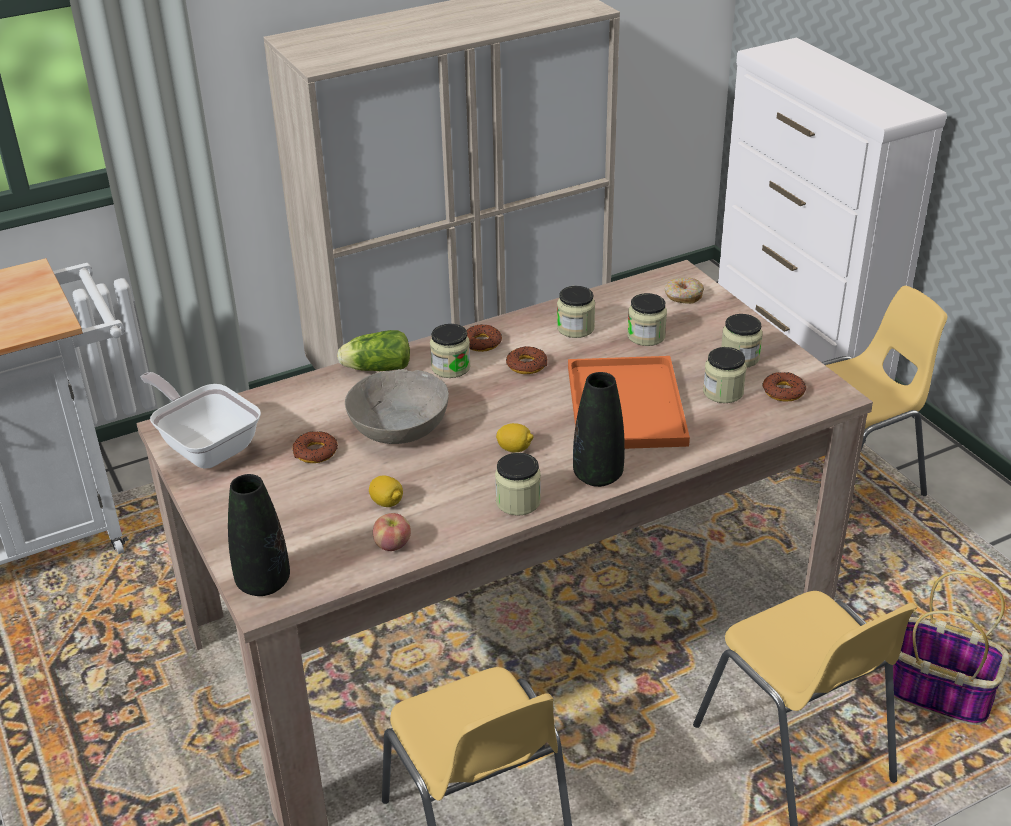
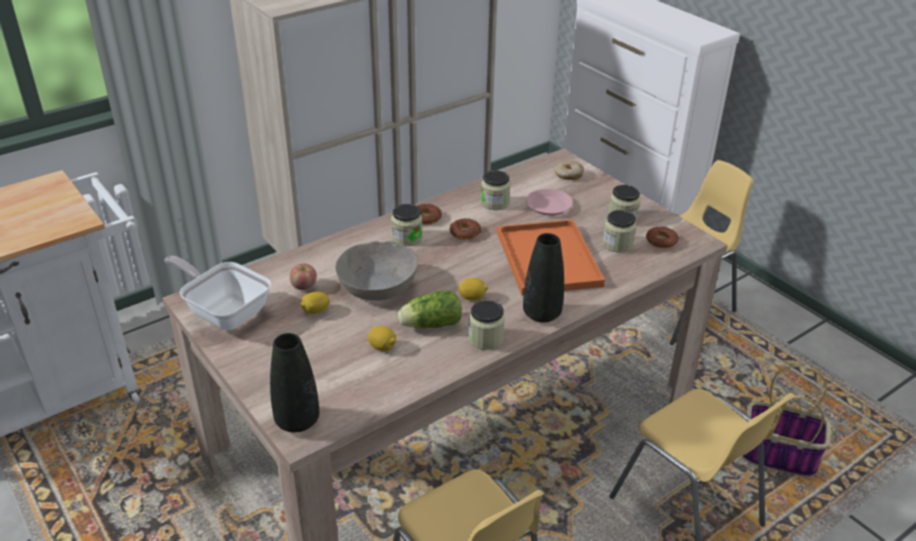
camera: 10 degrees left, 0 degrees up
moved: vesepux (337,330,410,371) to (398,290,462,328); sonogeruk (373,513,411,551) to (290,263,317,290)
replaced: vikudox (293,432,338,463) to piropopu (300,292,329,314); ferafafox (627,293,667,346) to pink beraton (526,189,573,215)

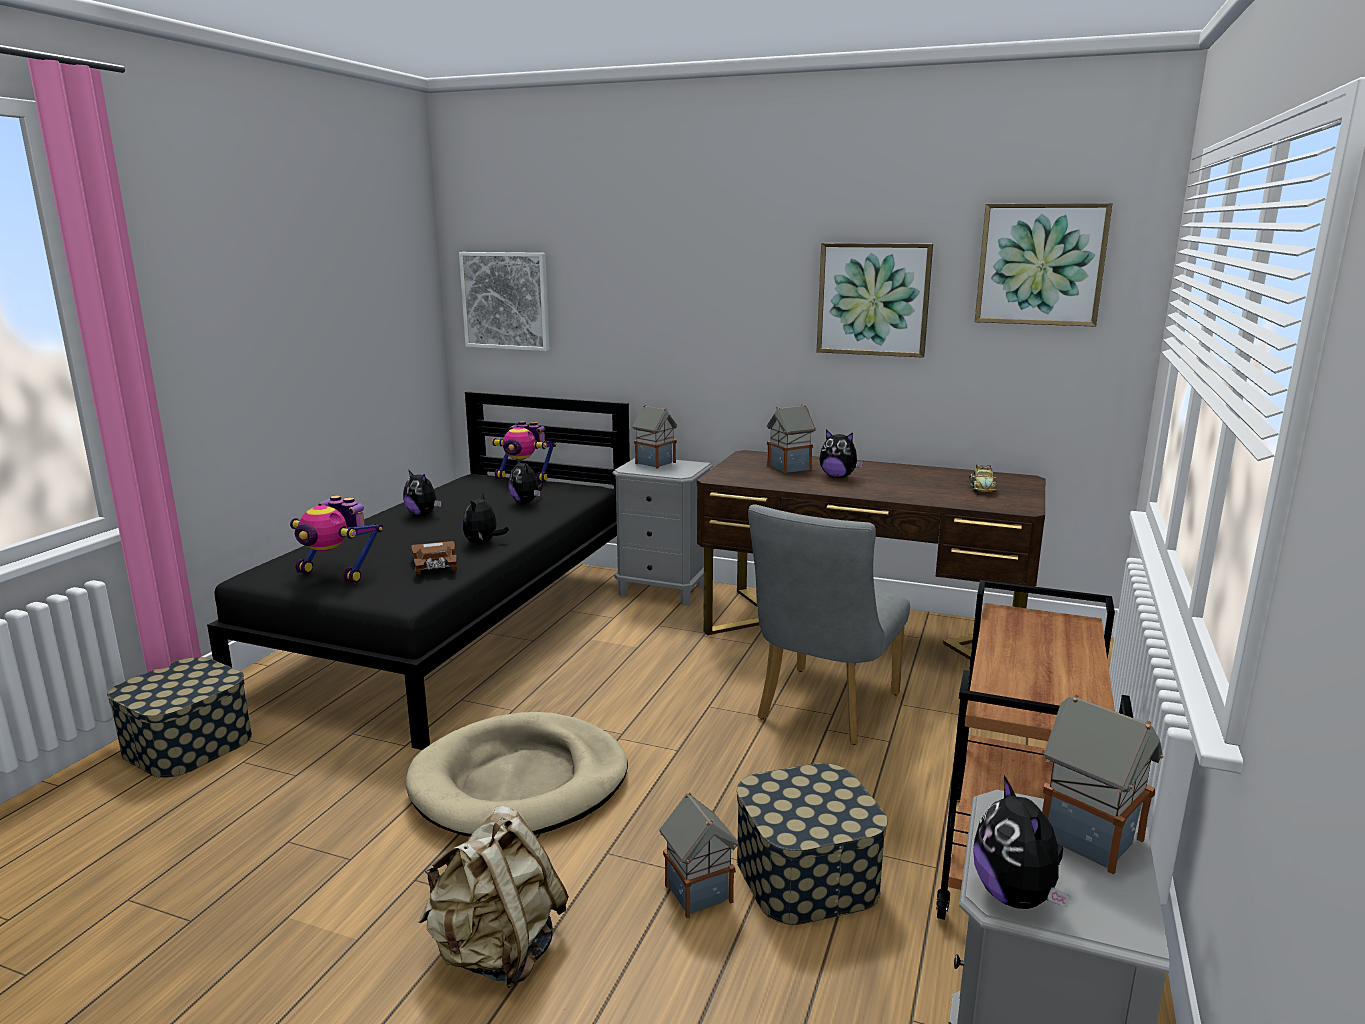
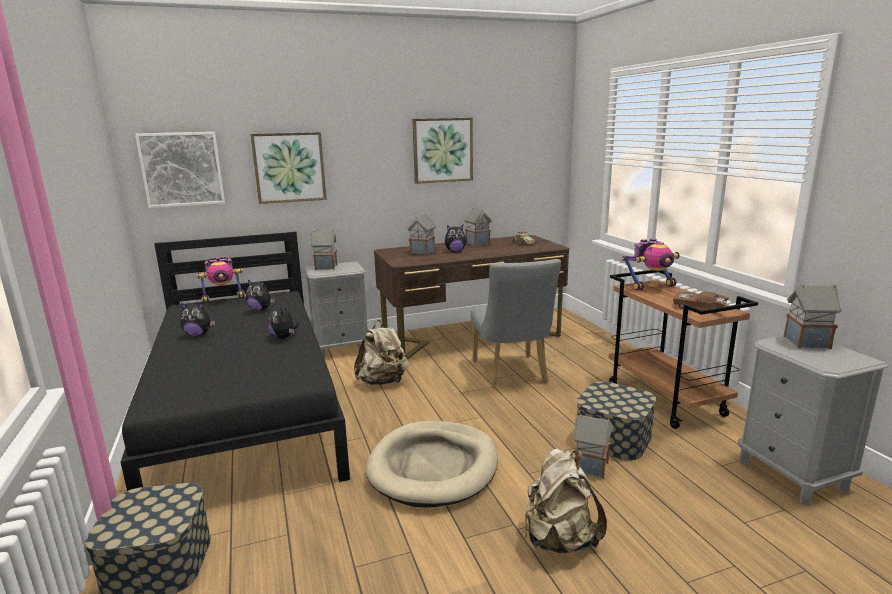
camera: 40 degrees left, 0 degrees up
removed: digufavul (973,775,1070,909)
added: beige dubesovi (354,320,409,385); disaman (464,207,492,246)
moved: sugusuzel (290,495,383,583) to (622,238,680,291); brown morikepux (412,541,457,575) to (673,291,729,313); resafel (975,203,1113,327) to (250,132,327,204)

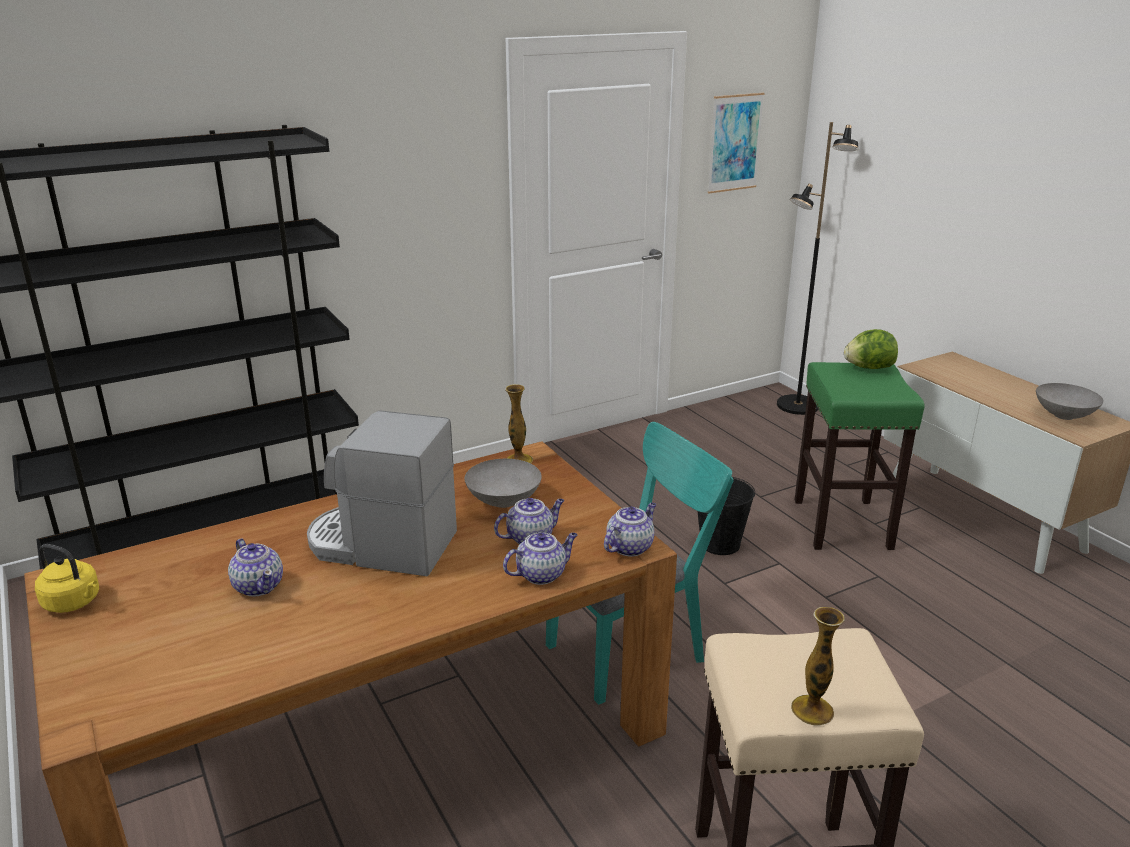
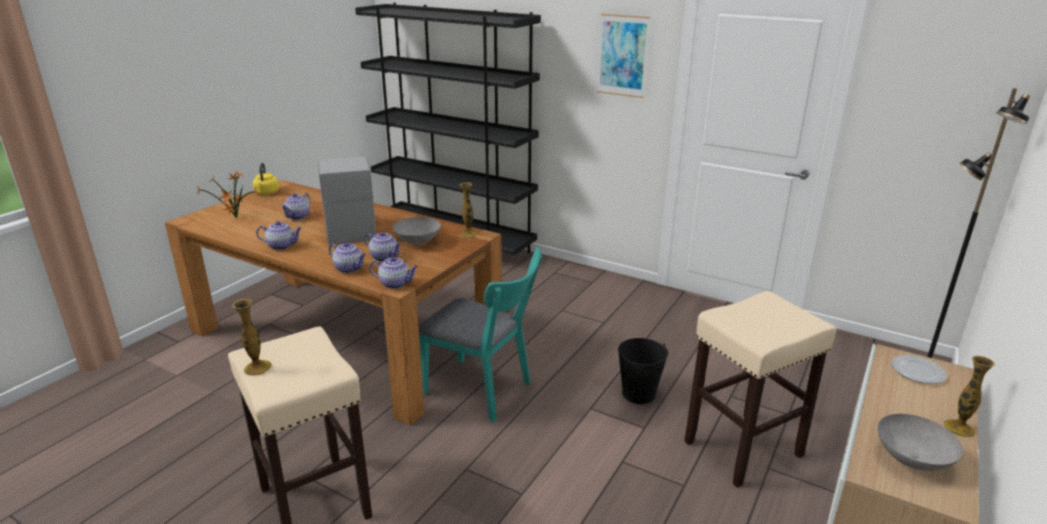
camera: 60 degrees right, 0 degrees up
removed: vesepux (844,329,898,369)
added: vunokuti (196,172,259,218); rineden (256,221,302,250); beraton (891,355,947,384); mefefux (944,356,995,438)
moved: resafel (708,93,765,193) to (597,14,650,98)
recoloured: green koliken (795,362,925,550) to beige koliken (684,291,836,488)

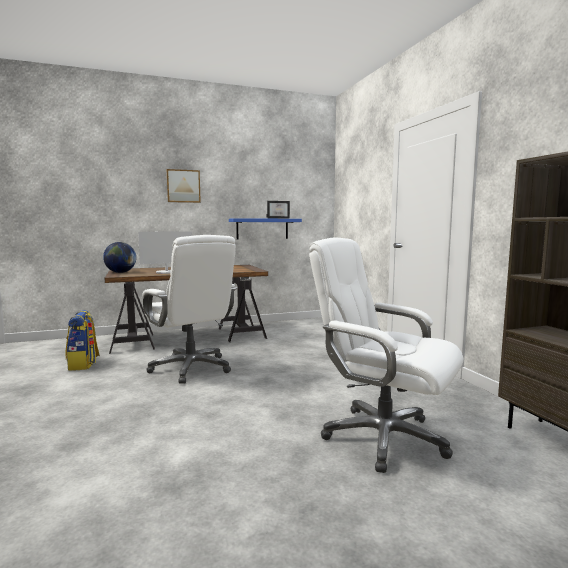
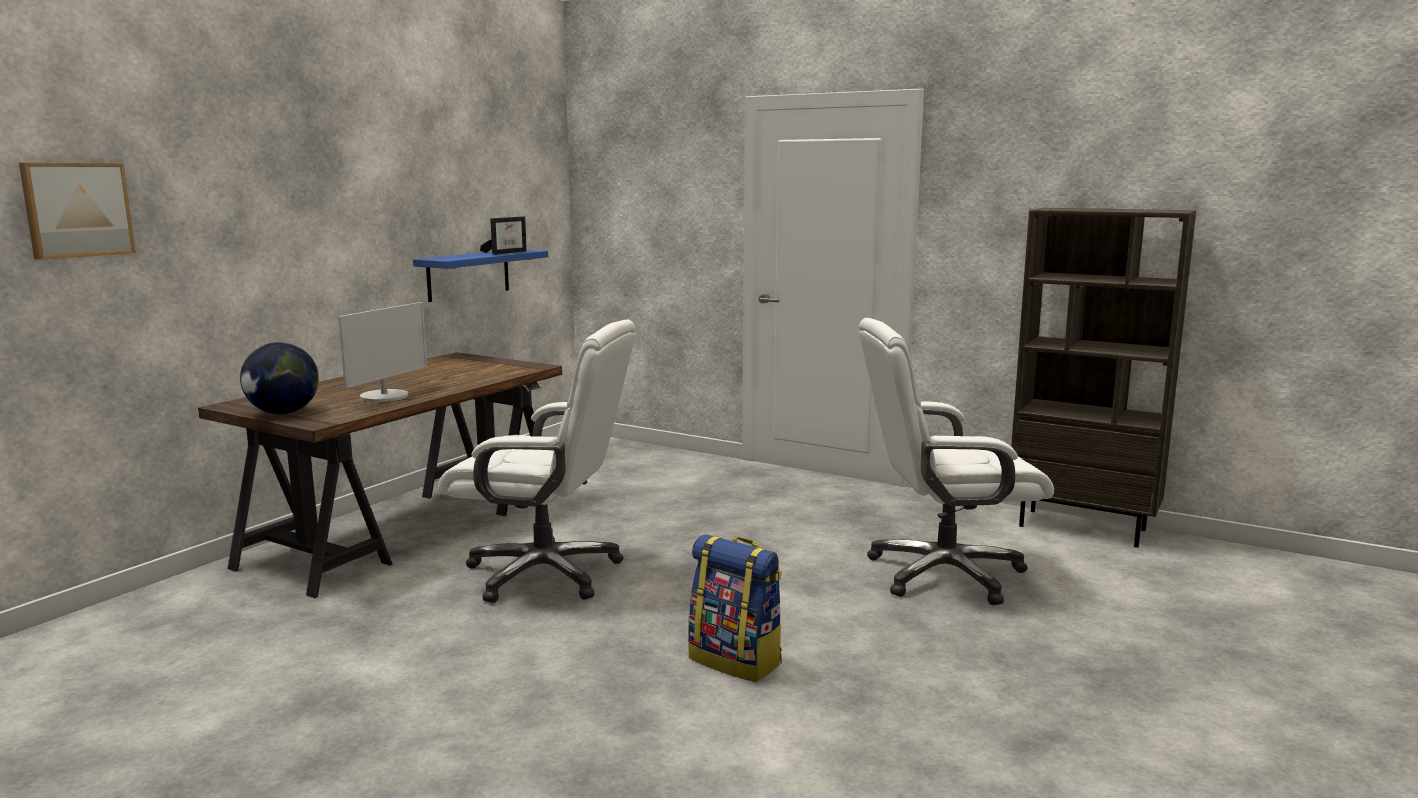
camera: 40 degrees left, 5 degrees up
moved: dubesovi (66,310,100,371) to (688,534,782,682); resafel (167,169,201,203) to (19,163,136,260)

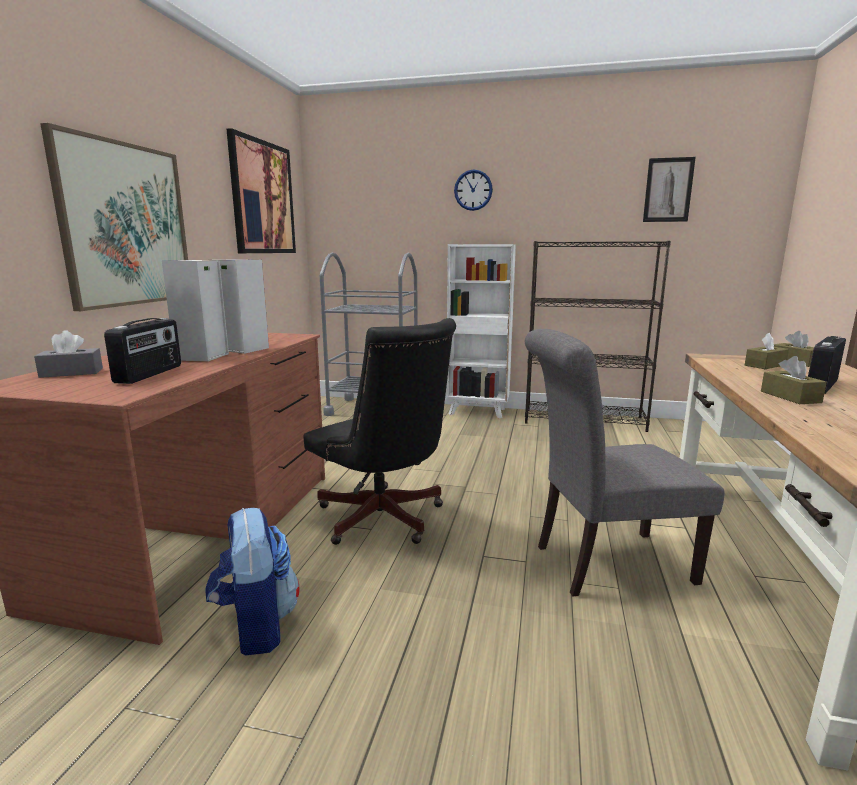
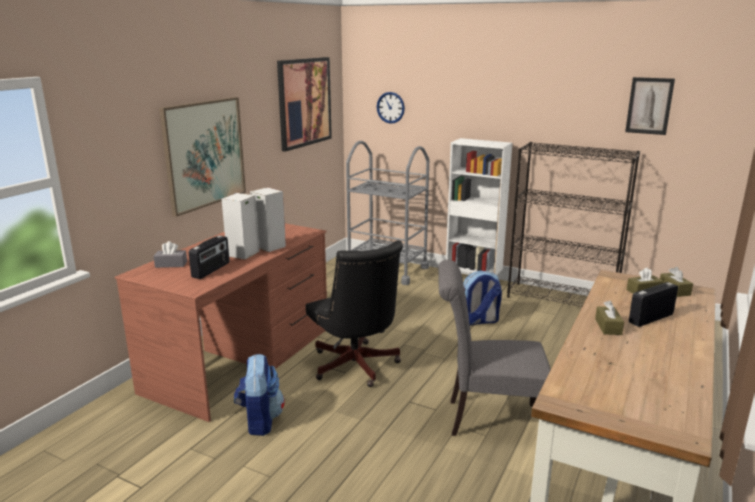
camera: 15 degrees right, 5 degrees up
added: dubesovi (463,271,502,326)
moved: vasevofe (454,169,493,211) to (377,92,405,124)

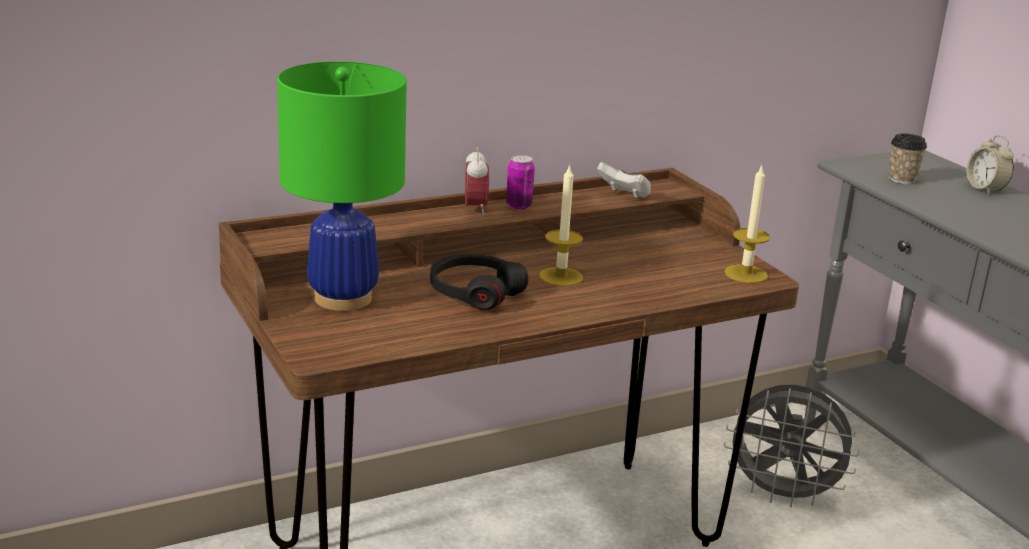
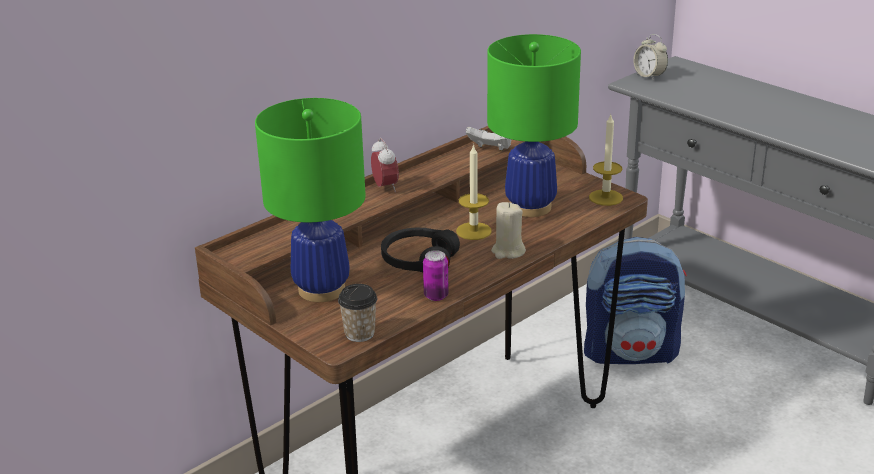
camera: 15 degrees left, 5 degrees up
added: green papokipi (487,34,581,217); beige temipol (491,202,526,259)
moved: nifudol (506,155,535,210) to (423,250,449,301); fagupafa (889,133,927,184) to (338,284,377,342); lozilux (967,135,1014,195) to (633,34,668,80)
replaced: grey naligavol (724,384,860,507) to dubesovi (584,237,687,364)

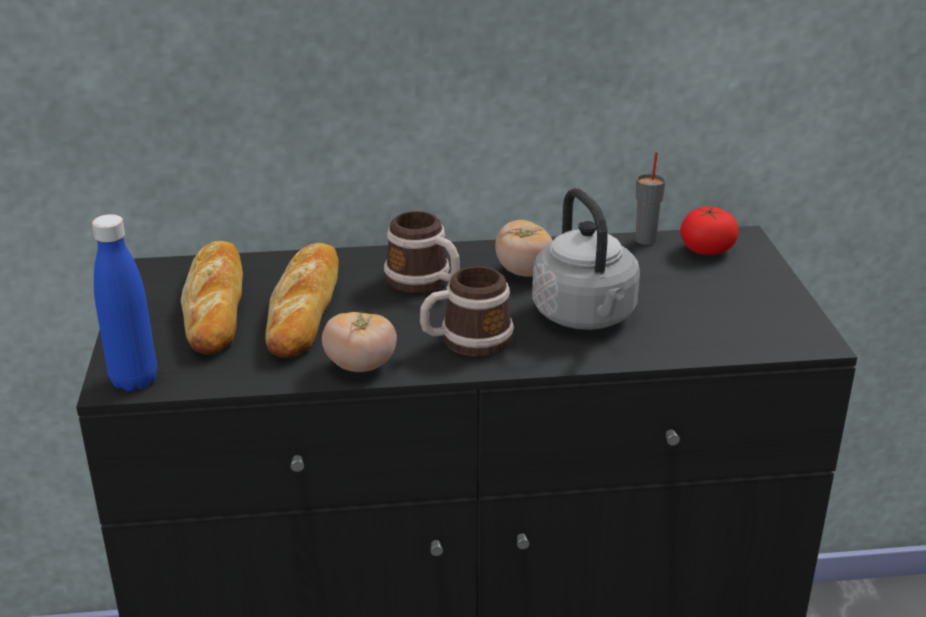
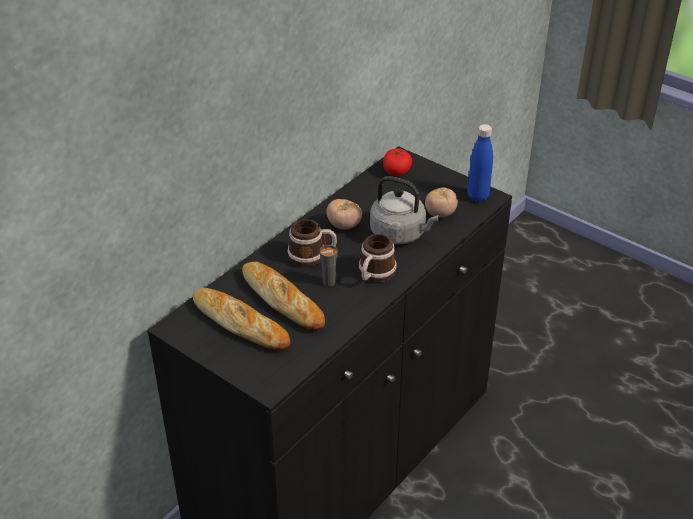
camera: 45 degrees left, 10 degrees up
moved: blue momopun (92,214,157,391) to (468,124,493,202); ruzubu (322,311,397,372) to (425,187,458,218); grey fagupafa (635,152,666,245) to (320,233,338,287)

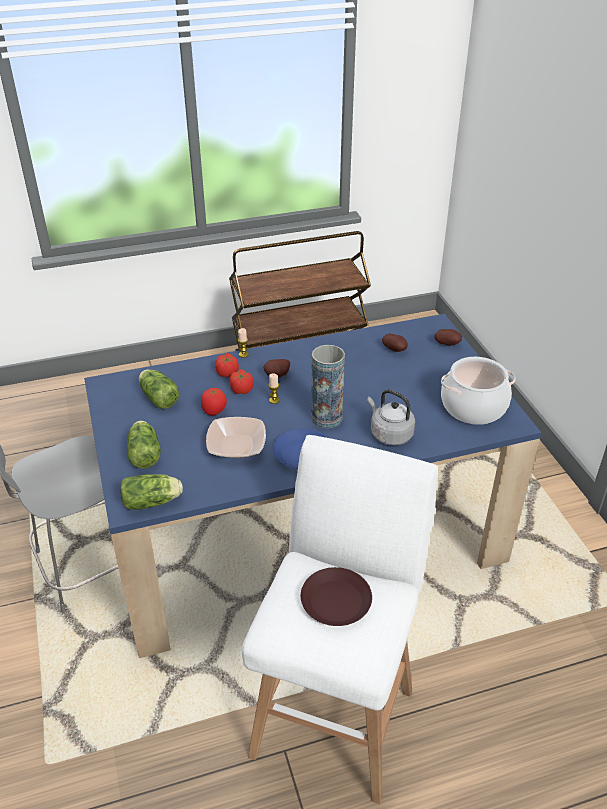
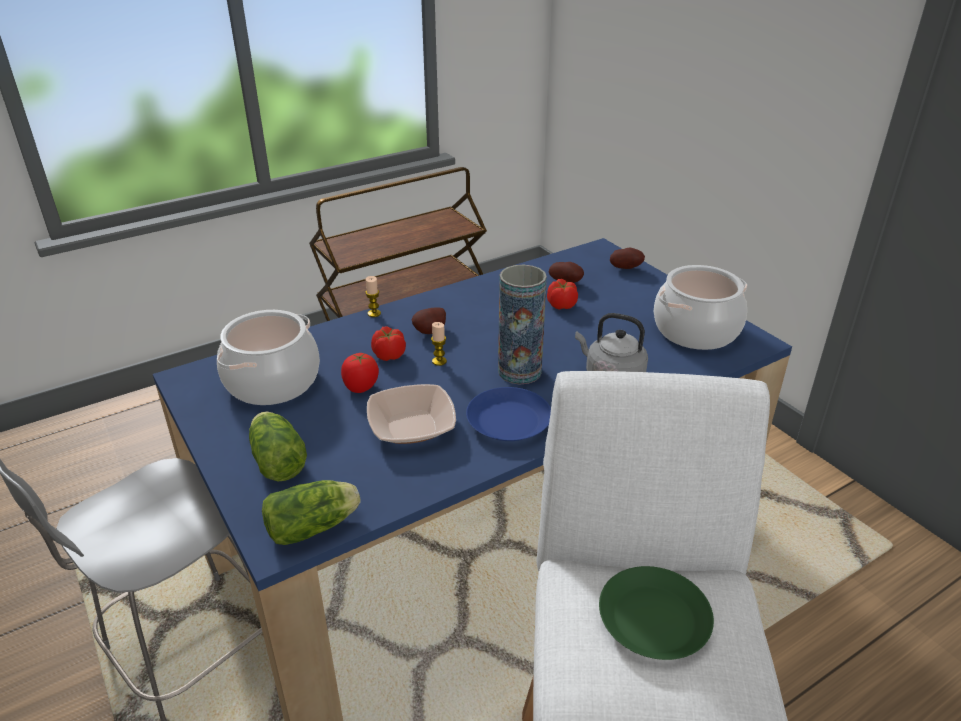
camera: 15 degrees left, 5 degrees down
moved: ruzubu (216,353,239,377) to (547,279,578,310)
replaced: vesepux (139,369,179,409) to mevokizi (217,310,320,405)
recoloured: brown beraton (301,567,372,626) to green beraton (599,566,714,660)

